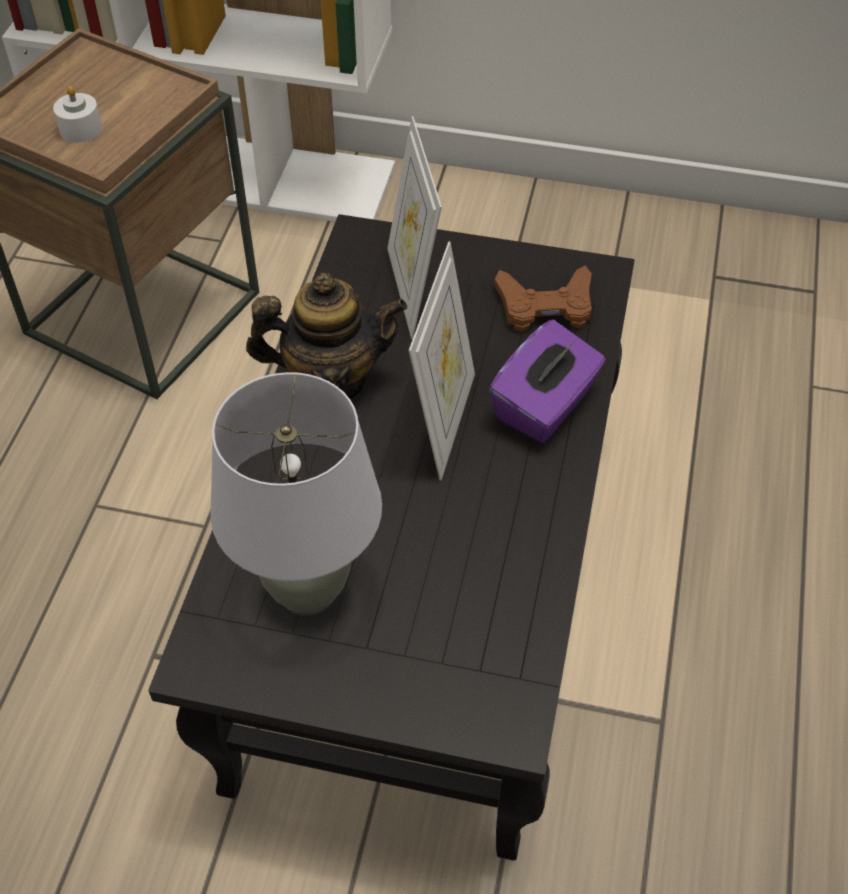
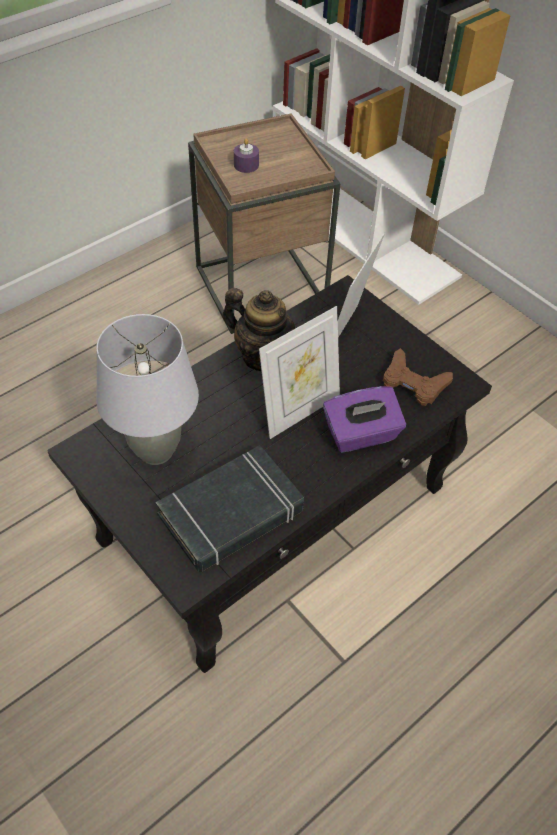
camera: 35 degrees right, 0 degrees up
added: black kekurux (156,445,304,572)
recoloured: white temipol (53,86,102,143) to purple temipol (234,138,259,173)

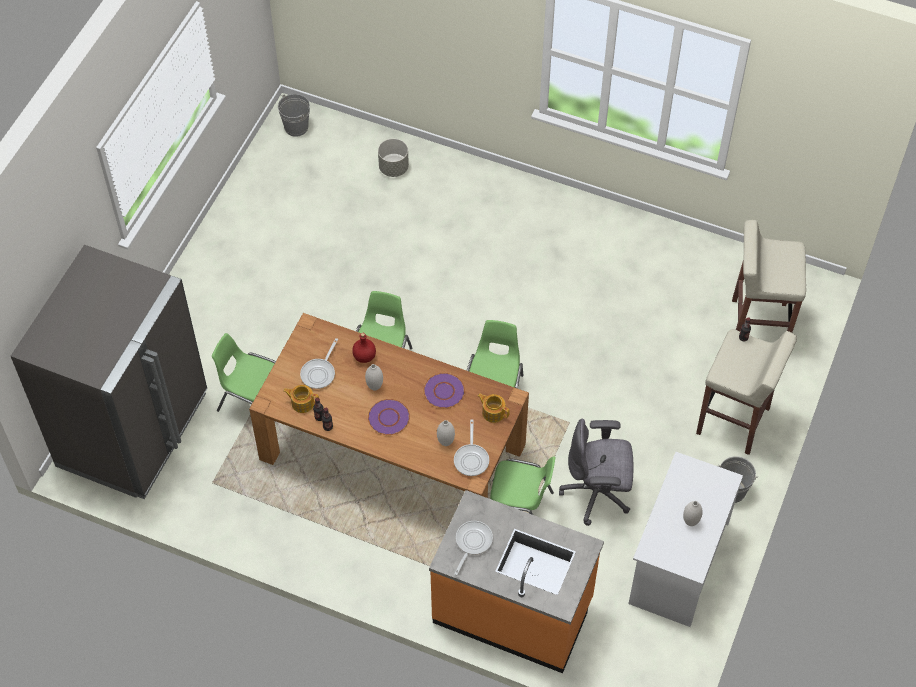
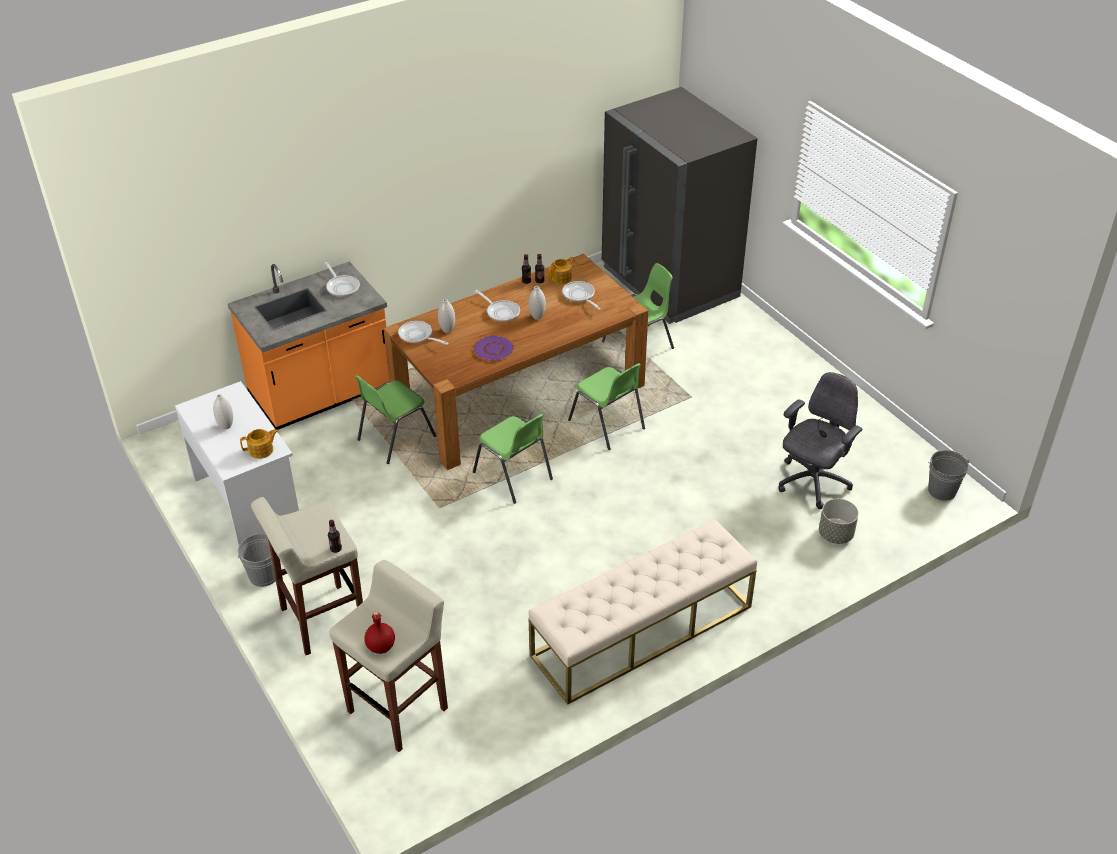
camera: 125 degrees right, 15 degrees down
added: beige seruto (528,519,757,704)
moved: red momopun (352,333,376,363) to (364,611,395,654); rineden (477,394,510,423) to (240,429,278,459); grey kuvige (559,419,633,526) to (778,372,862,509)
replaced: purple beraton (368,399,410,435) to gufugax (475,290,520,322)

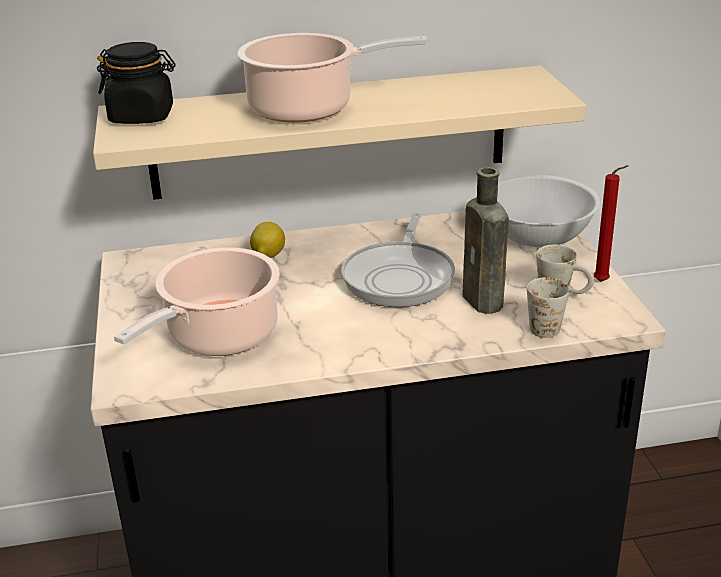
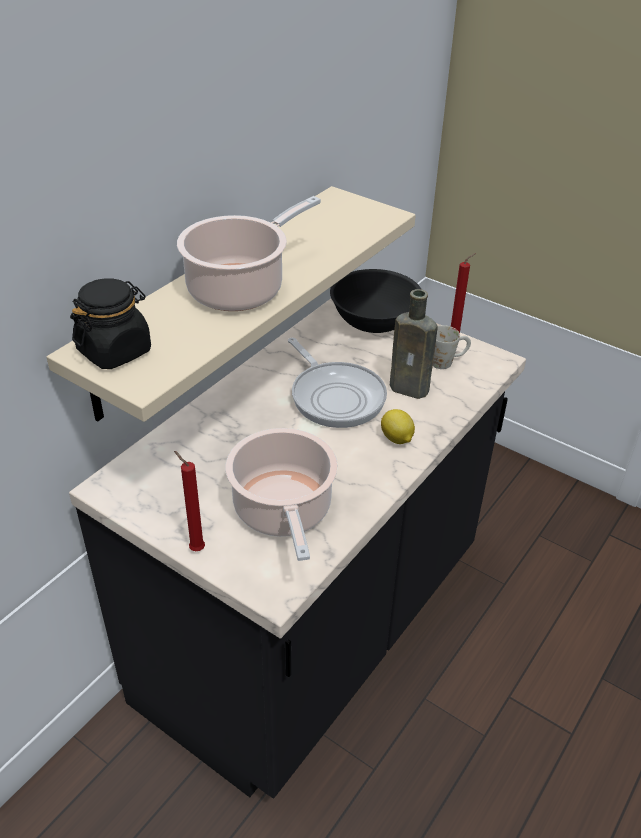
camera: 45 degrees left, 10 degrees up
removed: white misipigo (527,277,570,338)
added: red temipol (174,451,205,551)
moved: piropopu (250,222,285,258) to (381,409,415,444)
recoloured: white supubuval (497,175,600,247) to black supubuval (330,269,422,333)

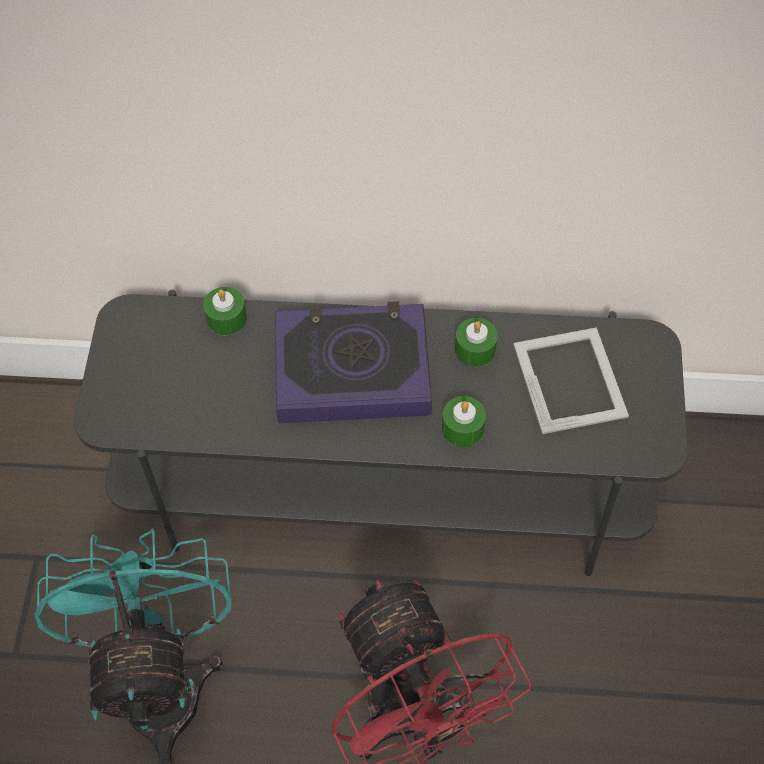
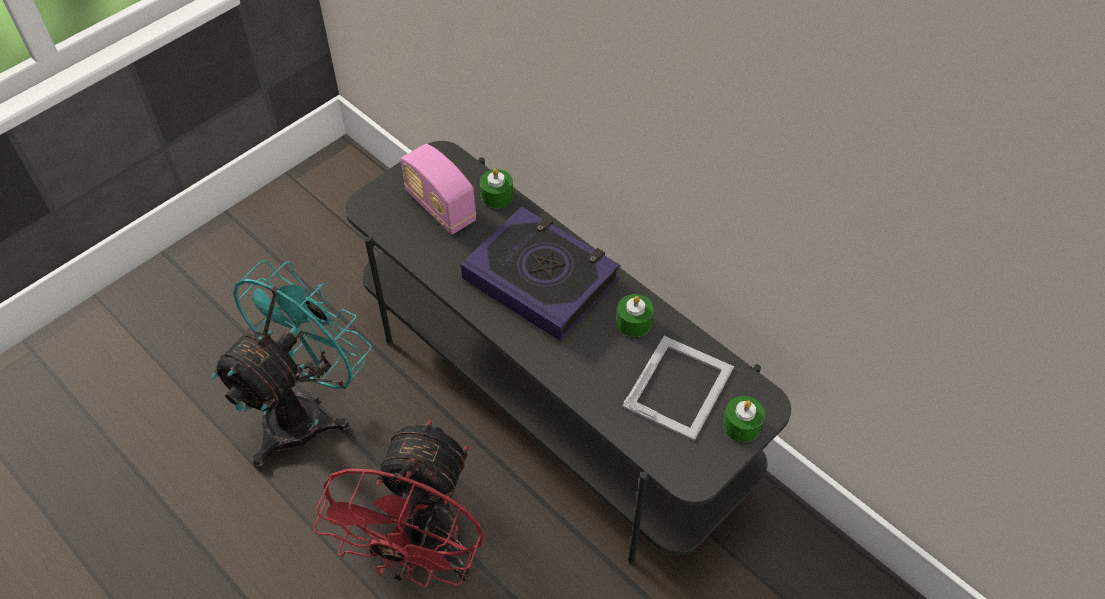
camera: 40 degrees right, 5 degrees down
added: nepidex (401,144,476,235)
moved: green temipol (442,396,486,447) to (723,396,765,442)

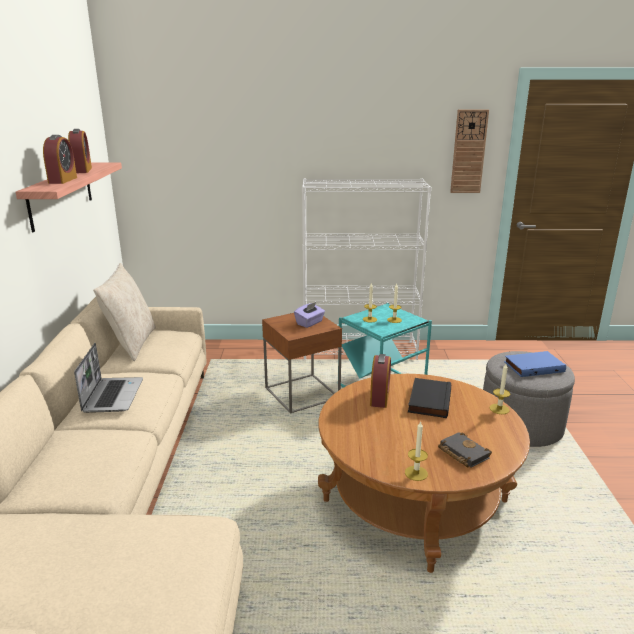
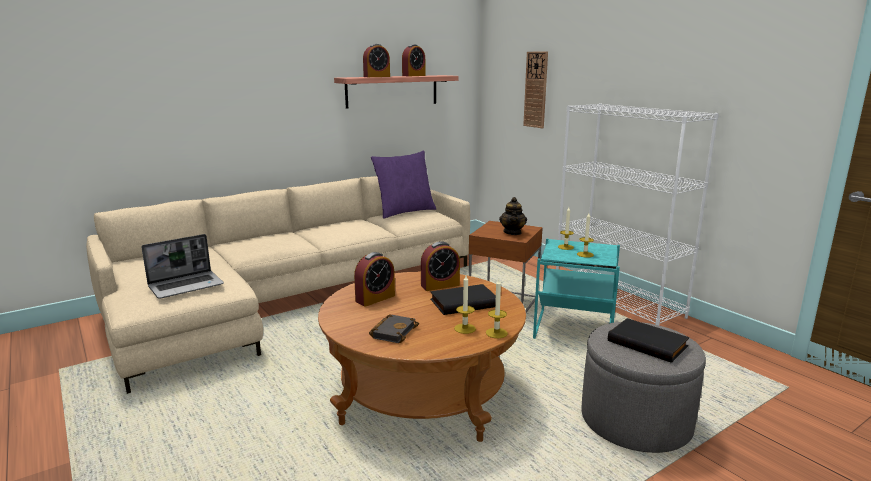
camera: 55 degrees right, 5 degrees down
added: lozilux (354,252,395,307)
moved: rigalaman (74,343,143,413) to (141,234,224,298); temipol (405,421,428,481) to (454,275,476,334); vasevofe (450,109,489,193) to (523,51,548,128)
replaced: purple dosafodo (294,302,325,328) to rineden (499,197,527,235)
recoloured: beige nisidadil (93,263,156,361) to purple nisidadil (371,151,436,219); blue kekurux (504,351,566,377) to black kekurux (608,318,689,363)

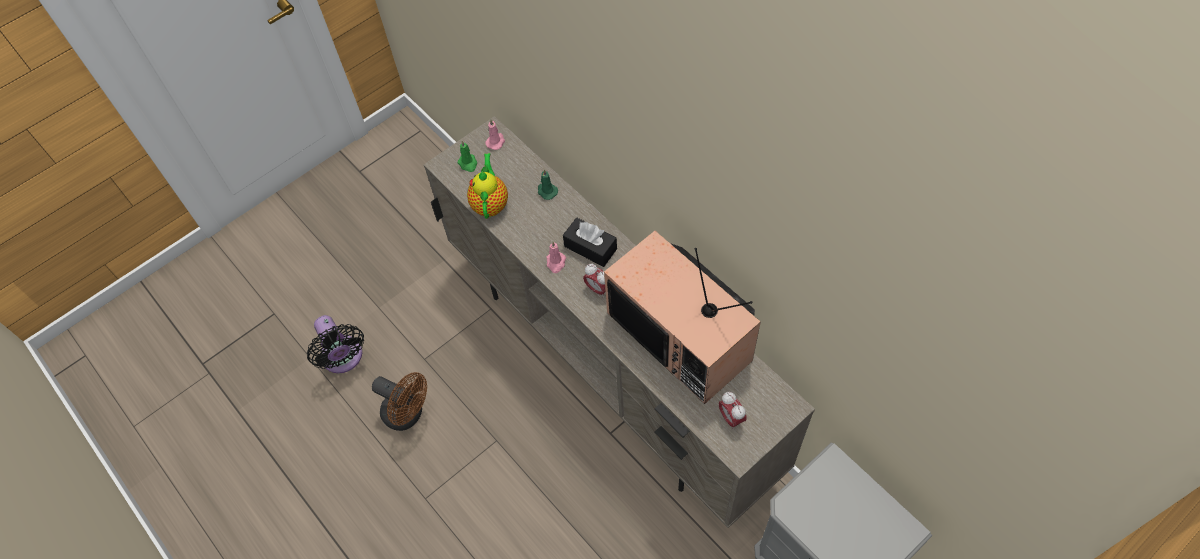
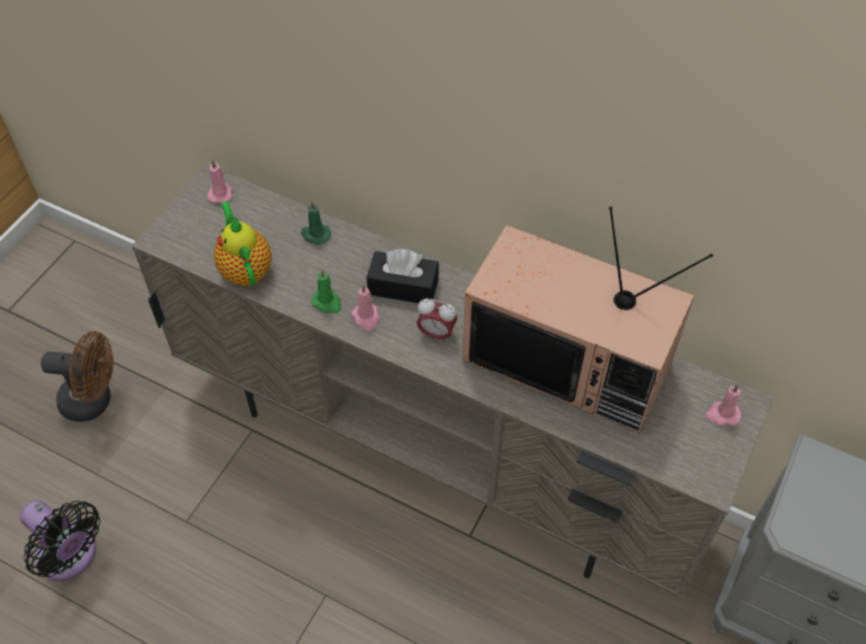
camera: 25 degrees left, 5 degrees down
removed: lozilux (719,392,747,429)
added: pink temipol (705,384,741,426)
moved: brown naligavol (372,372,427,431) to (41,331,113,422); green temipol (457,141,477,172) to (311,269,341,313)

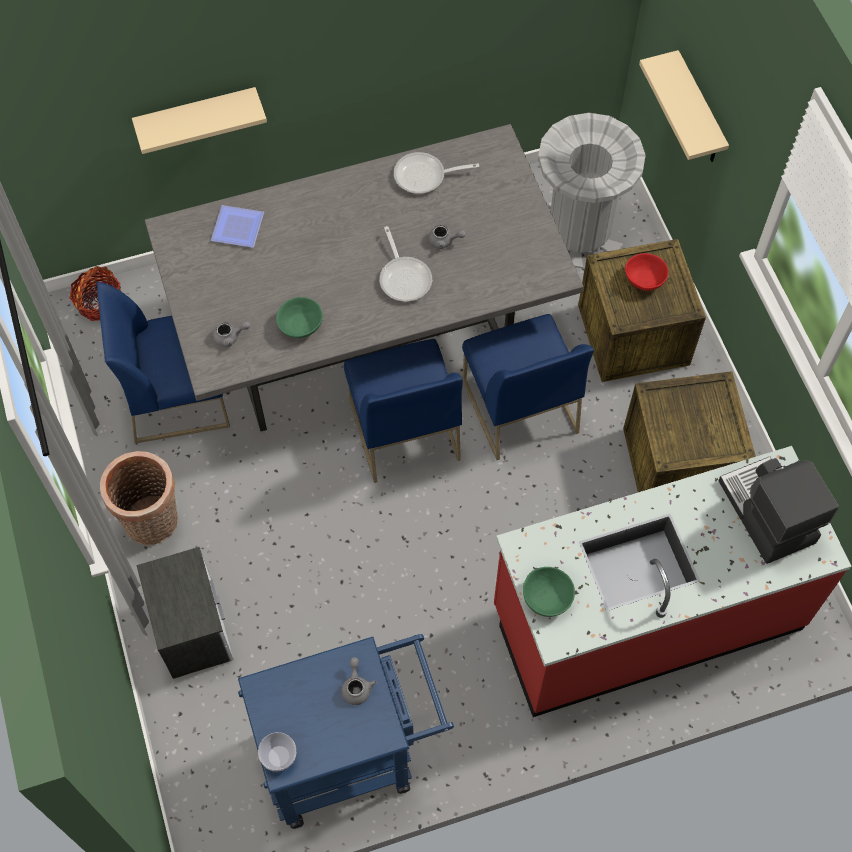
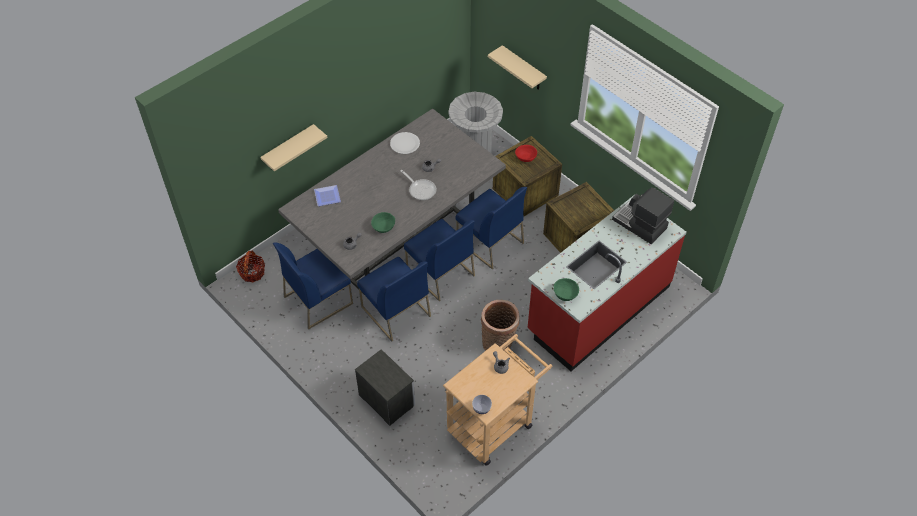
camera: 25 degrees left, 10 degrees down
added: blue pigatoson (357,257,431,342)
moved: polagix (100,451,178,545) to (481,300,519,351)
replaced: gufugax (394,152,479,194) to white beraton (390,132,420,154)
recoloured: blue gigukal (238,634,454,829) to beige gigukal (443,334,552,466)

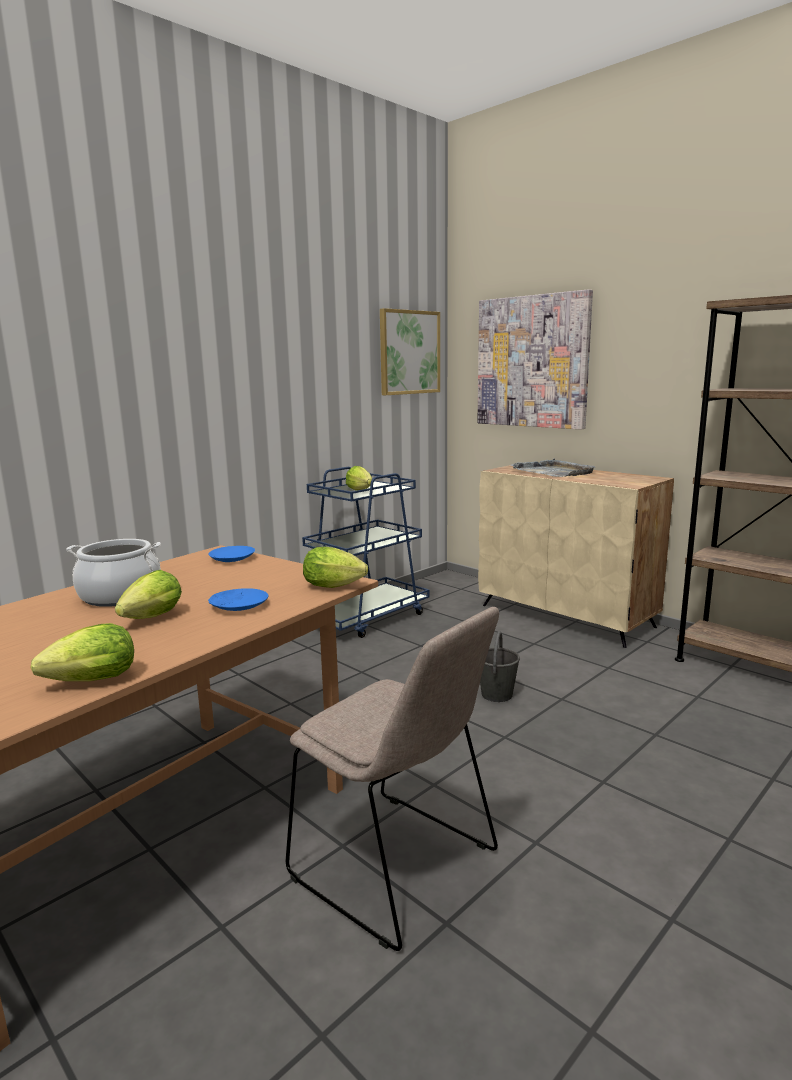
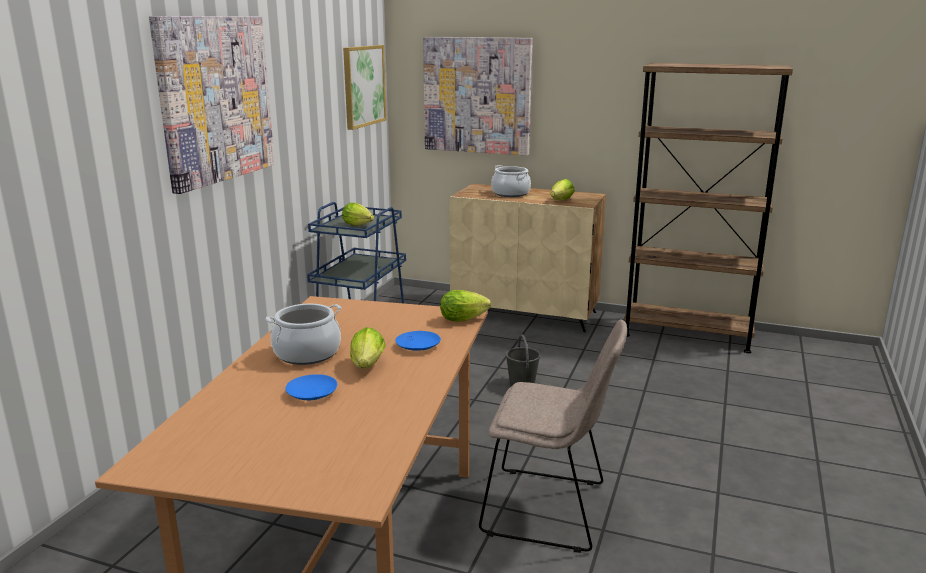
camera: 25 degrees left, 5 degrees up
added: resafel (149,16,275,194)
moved: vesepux (30,623,134,681) to (551,179,575,200); blue beraton (209,546,255,562) to (285,374,337,400)
replaced: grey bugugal (511,458,596,477) to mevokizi (491,165,531,197)

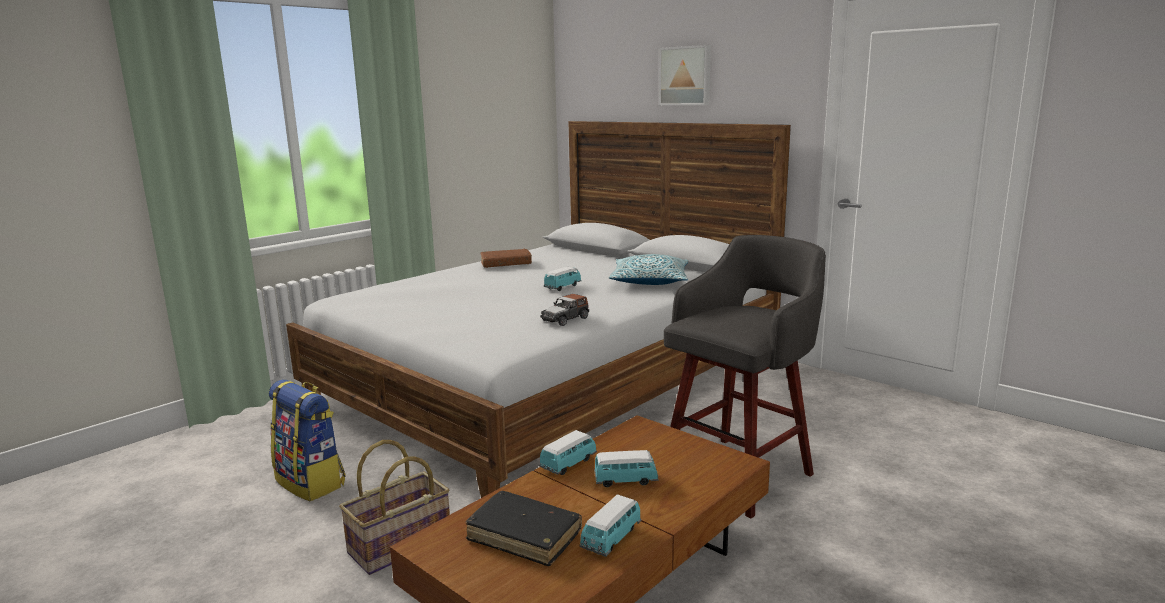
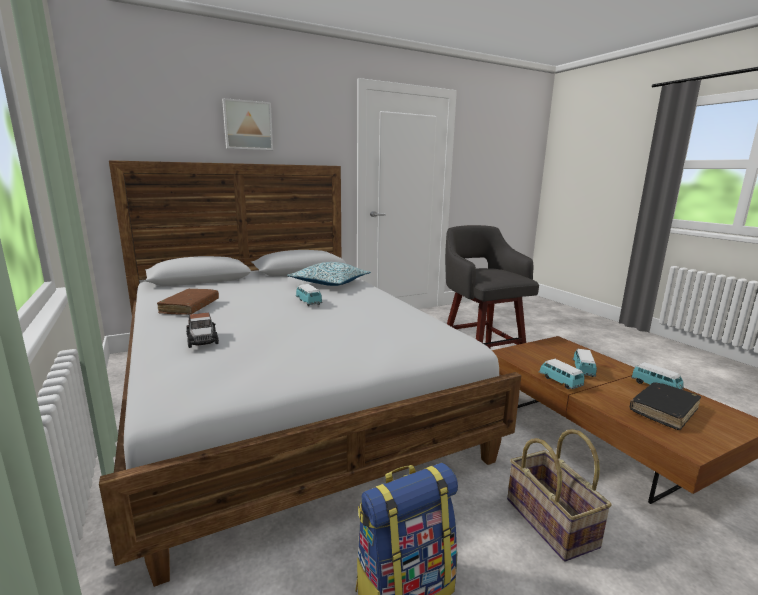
camera: 70 degrees left, 0 degrees up
moved: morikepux (540,294,589,326) to (186,312,219,348)

